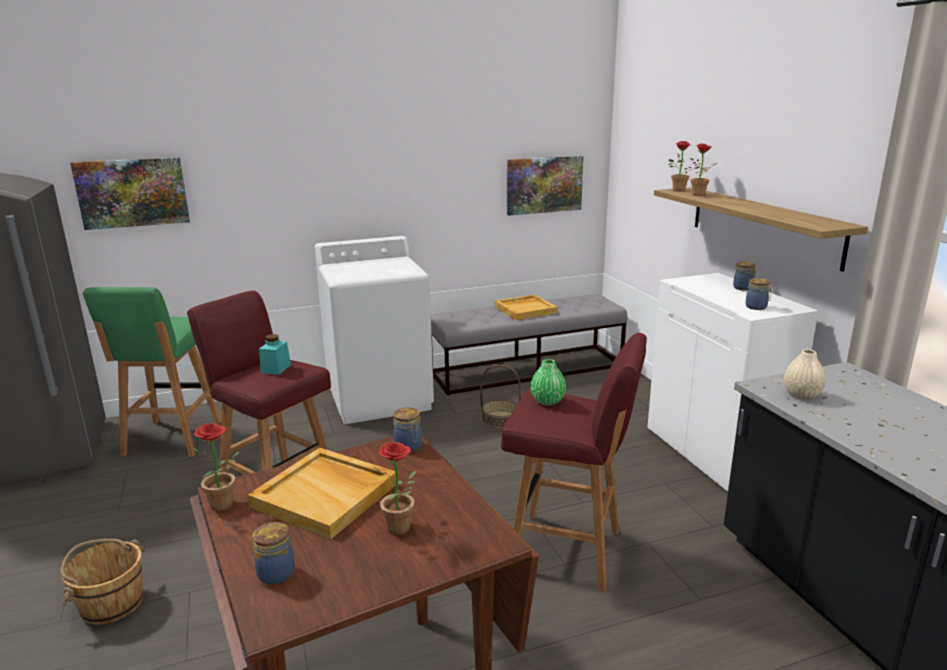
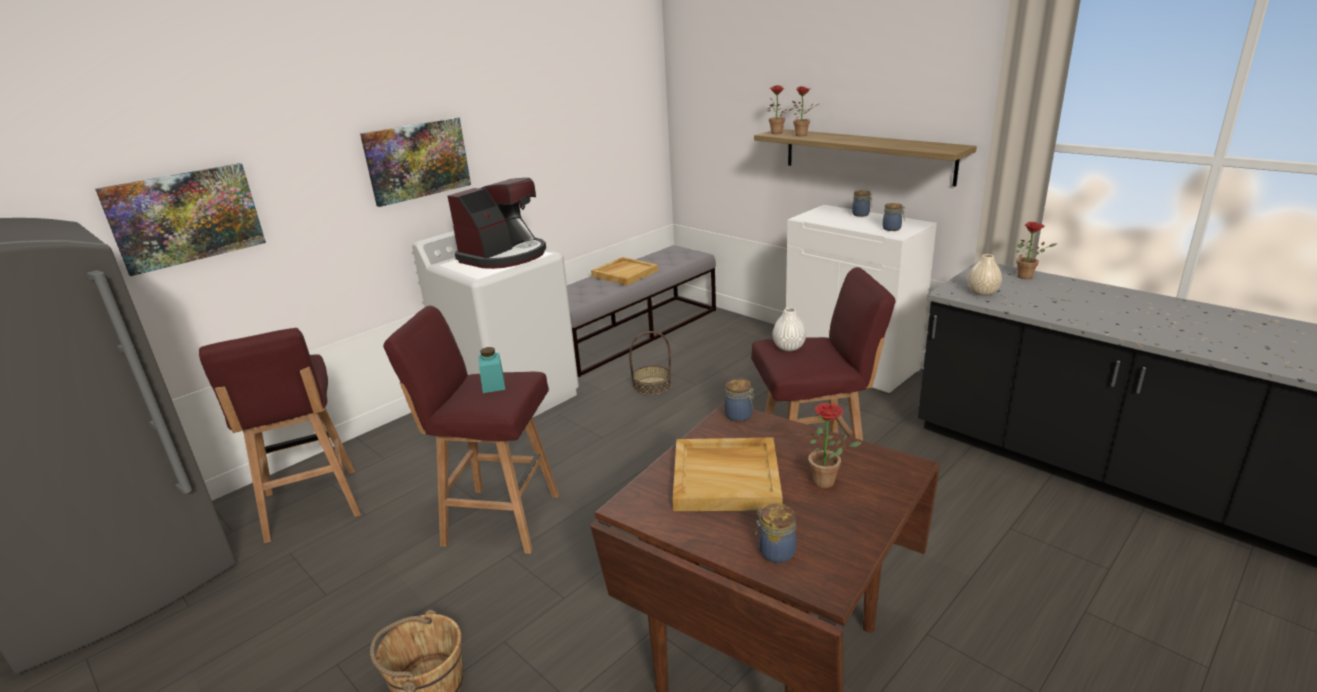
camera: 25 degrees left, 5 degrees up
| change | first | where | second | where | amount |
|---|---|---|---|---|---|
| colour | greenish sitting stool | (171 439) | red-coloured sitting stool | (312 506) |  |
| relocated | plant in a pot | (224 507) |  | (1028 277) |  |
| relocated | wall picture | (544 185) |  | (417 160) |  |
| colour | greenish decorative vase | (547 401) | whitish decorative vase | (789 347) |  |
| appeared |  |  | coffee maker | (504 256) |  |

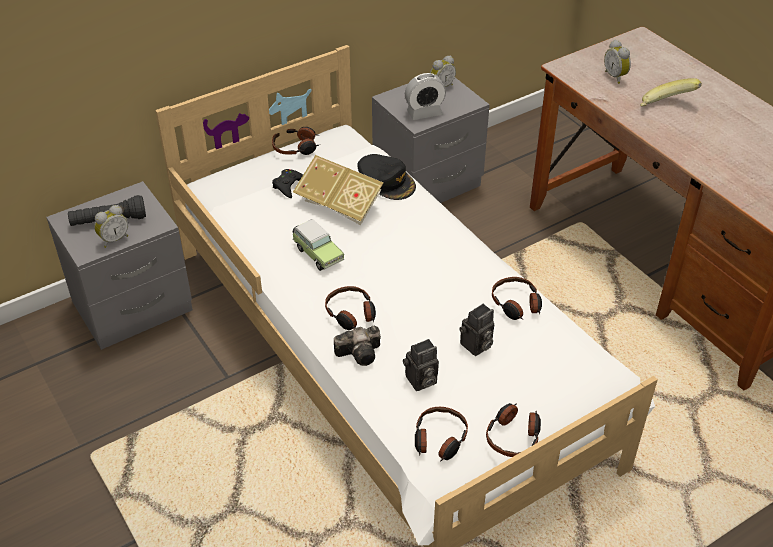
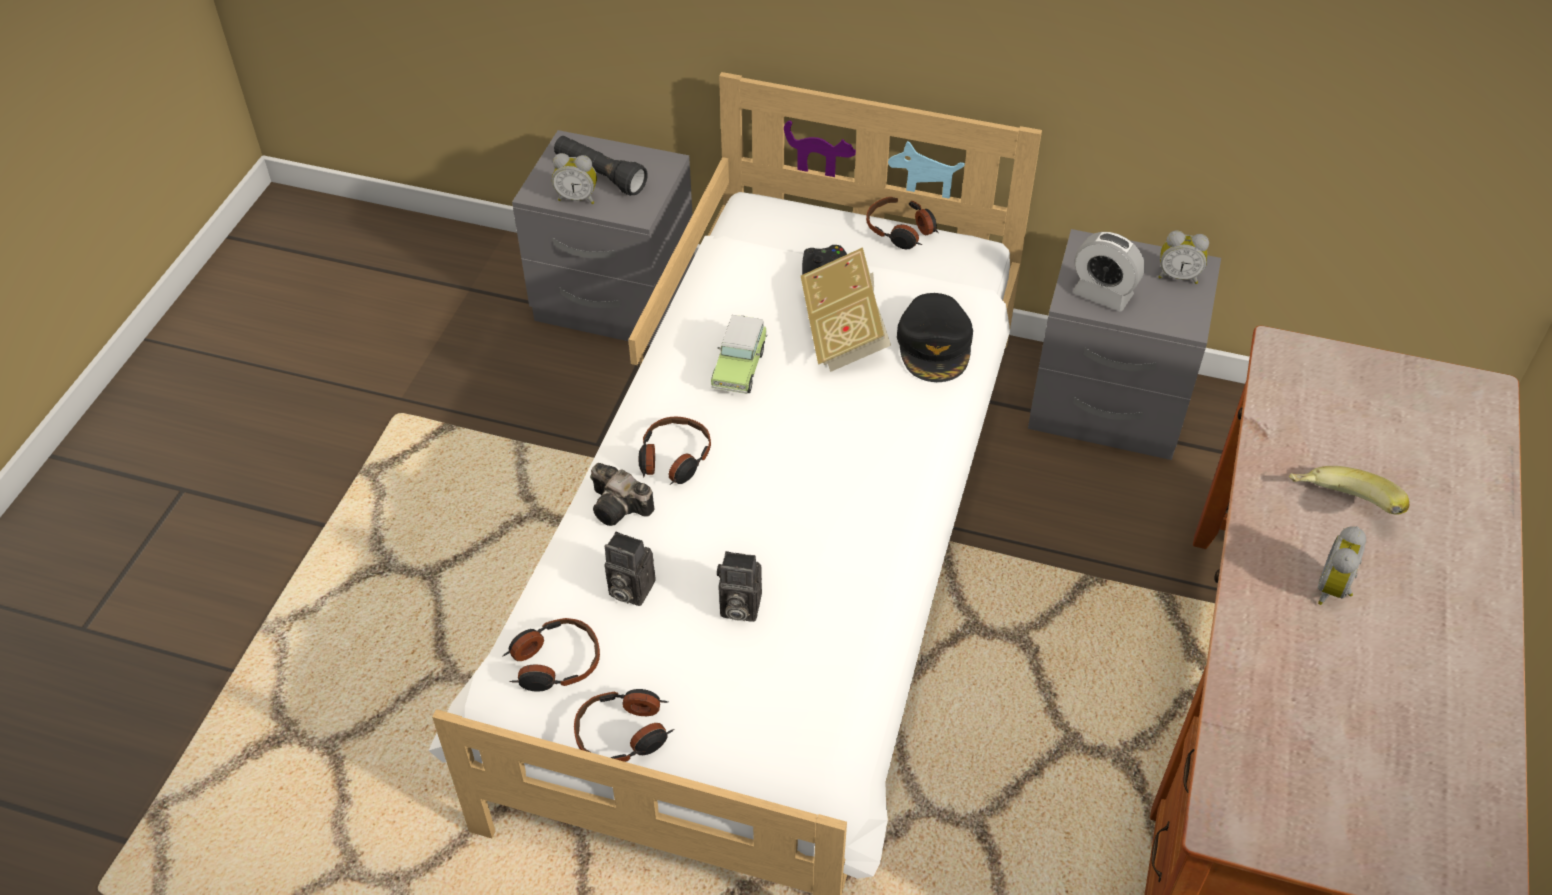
camera: 50 degrees right, 5 degrees up
| change | first | where | second | where | amount |
|---|---|---|---|---|---|
| missing | headphones | (516 304) |  |  |  |
| relocated | table clock | (616 76) |  | (1334 590) |  |

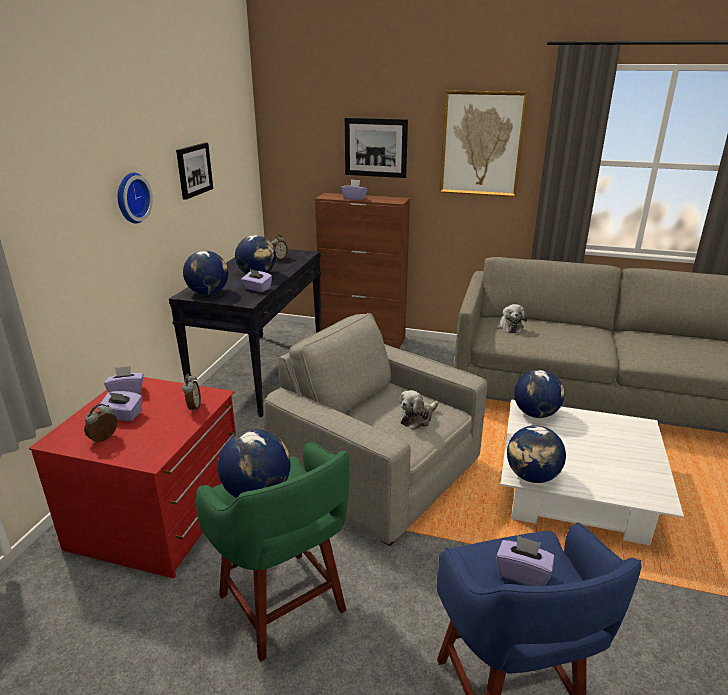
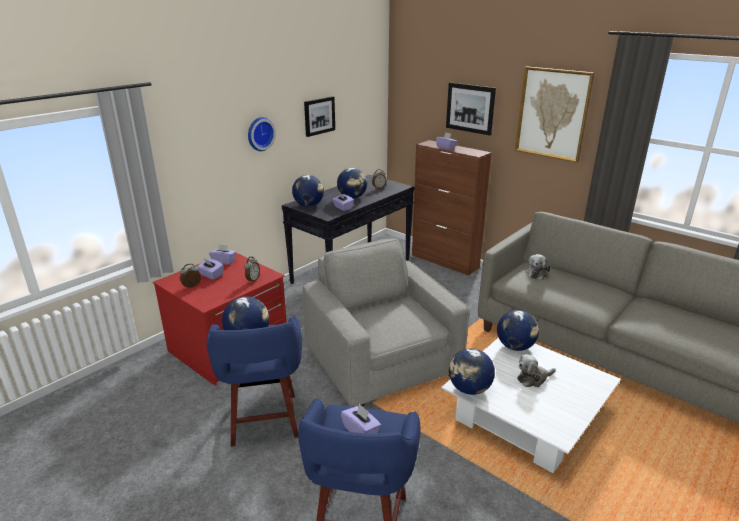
camera: 25 degrees right, 0 degrees up
| change | first | where | second | where | amount |
|---|---|---|---|---|---|
| colour | greenish sitting stool | (284 606) | bluish sitting stool | (264 422) |  |
| relocated | soft toy | (417 418) |  | (533 378) |  |

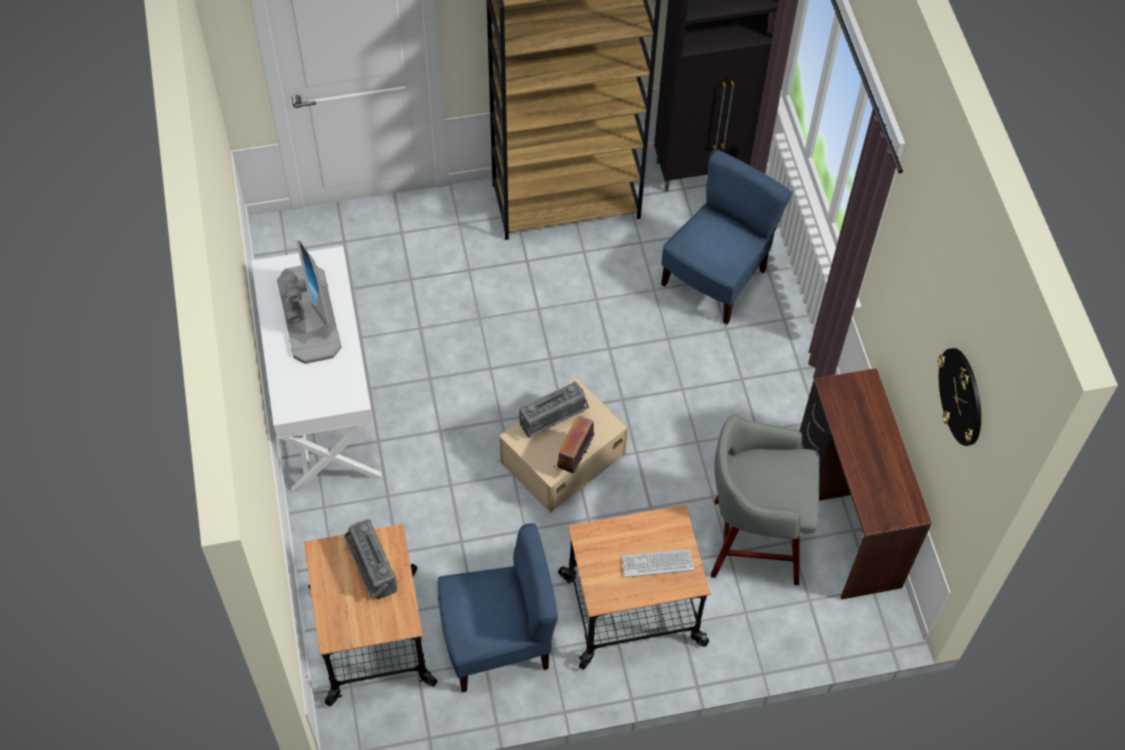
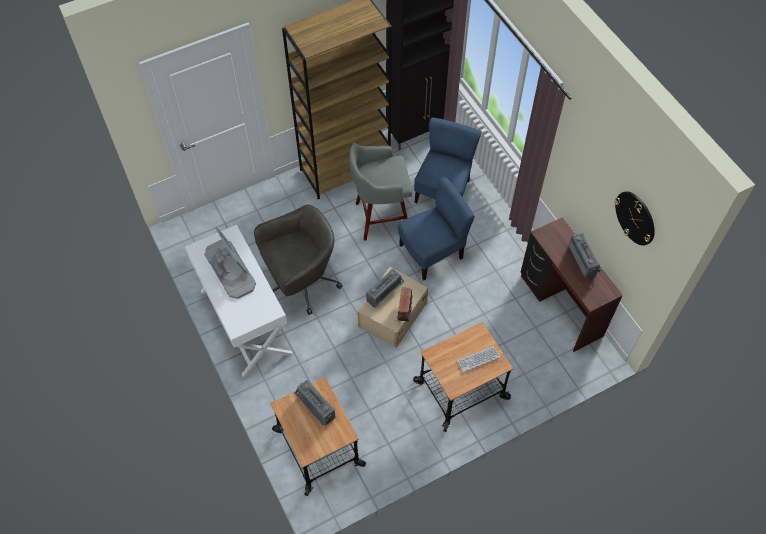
camera: 15 degrees left, 0 degrees up
| change | first | where | second | where | amount |
|---|---|---|---|---|---|
| relocated | bluish upright chair | (497 642) |  | (431 253) |  |
| relocated | greyish sitting stool | (751 541) |  | (380 218) |  |
| appeared |  |  | greyish office chair | (301 282) |  |
| appeared |  |  | radio receiver | (584 260) |  |

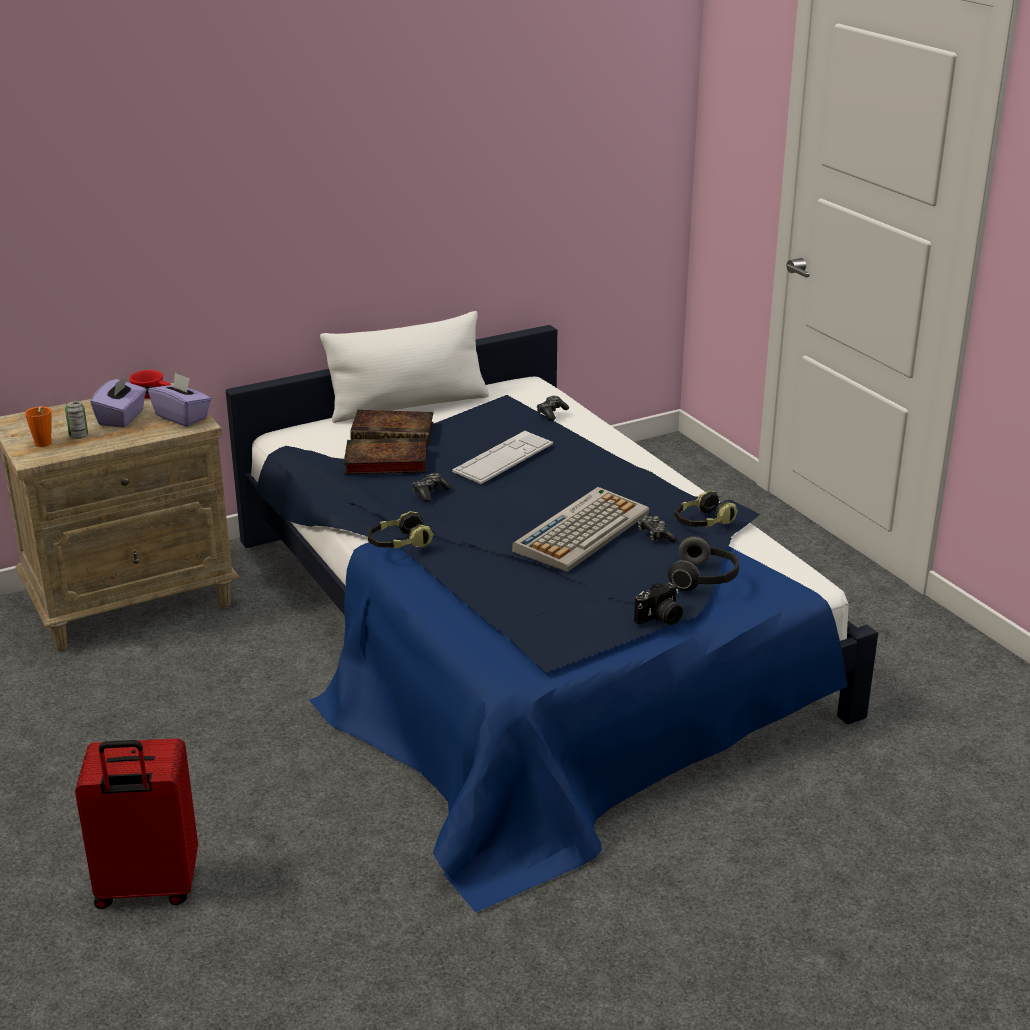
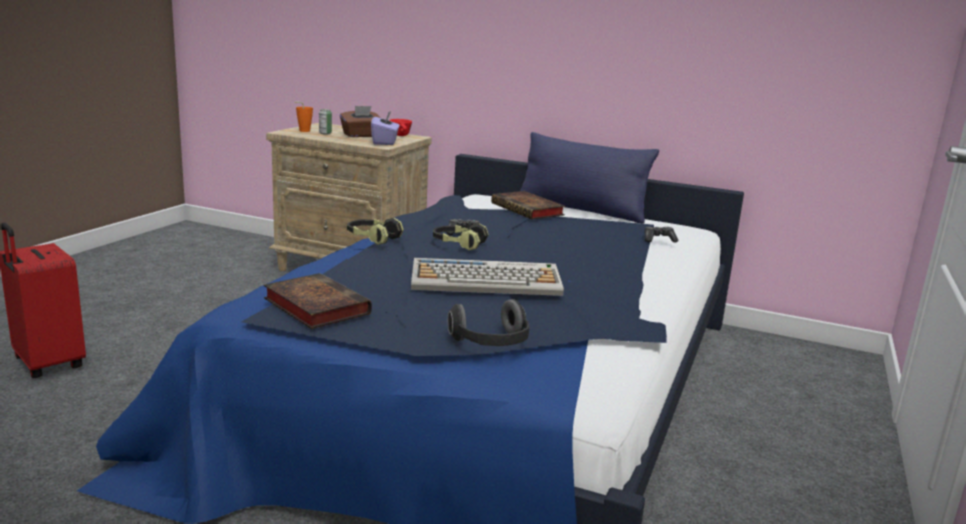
camera: 50 degrees right, 10 degrees down
| change | first | where | second | where | amount |
|---|---|---|---|---|---|
| colour | purple box of tissues | (122 418) | brownish box of tissues | (361 135) |  |
| colour | whitish cushion | (408 405) | bluish cushion | (581 210) |  |
| relocated | book | (384 462) |  | (314 306) |  |
| missing | keyboard | (503 458) |  |  |  |
| missing | photo camera | (660 619) |  |  |  |
| missing | game controller | (655 535) |  |  |  |
| relocated | headphones | (702 523) |  | (458 245) |  |

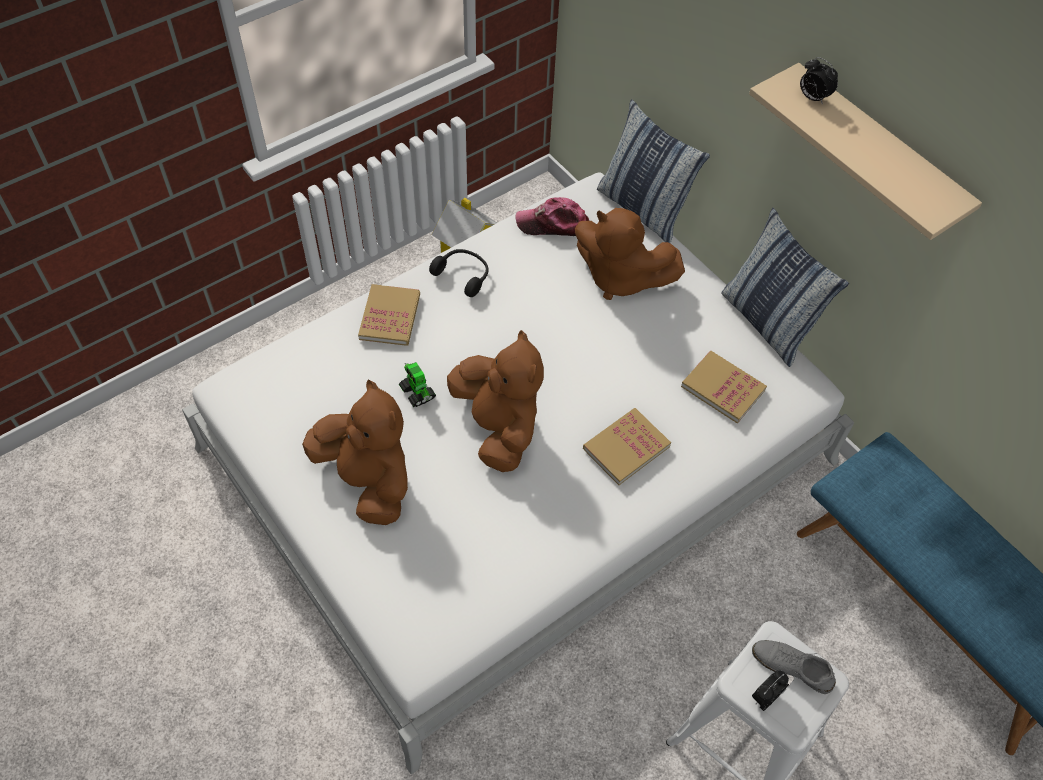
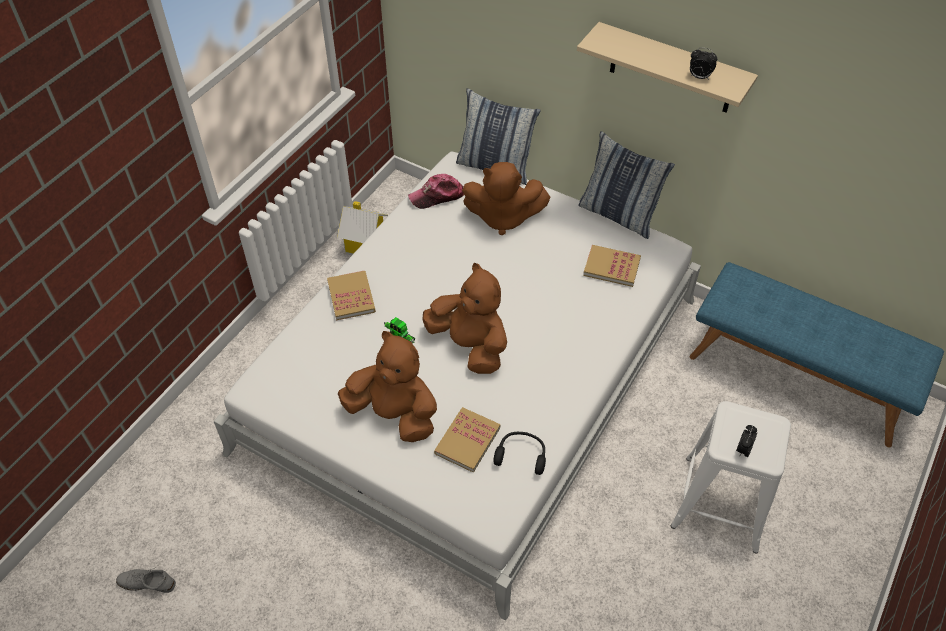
camera: 20 degrees left, 5 degrees down
| change | first | where | second | where | amount |
|---|---|---|---|---|---|
| relocated | black-coloured headphones | (463 275) |  | (521 455) |  |
| relocated | book | (626 448) |  | (467 441) |  |
| relocated | greyish shoe | (792 667) |  | (147 583) |  |
| relocated | table clock | (812 98) |  | (699 77) |  |

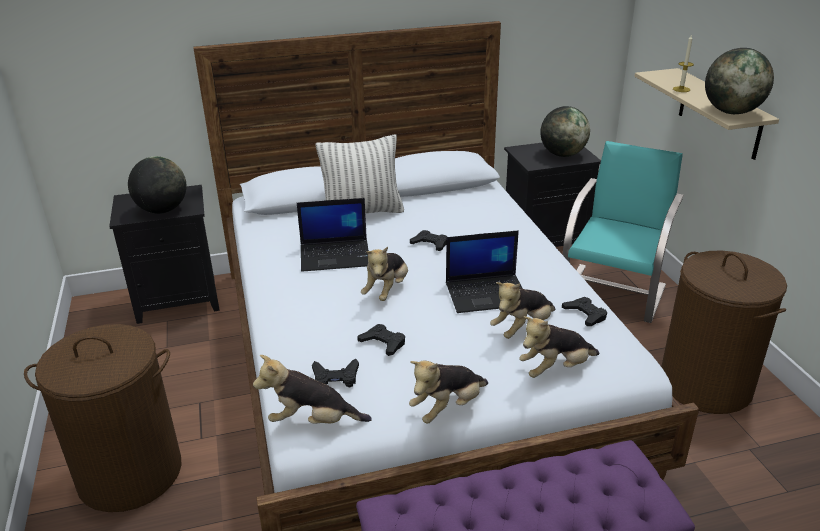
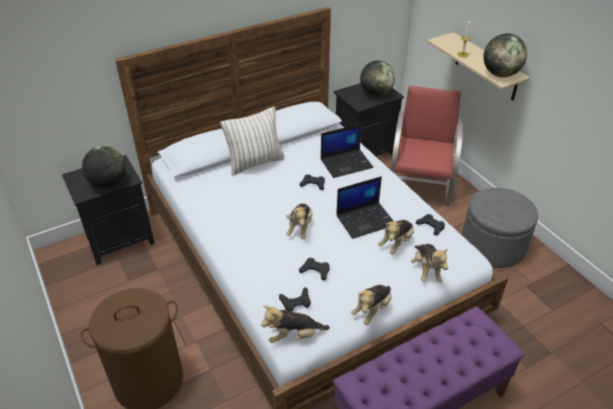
camera: 15 degrees left, 10 degrees up
| change | first | where | second | where | amount |
|---|---|---|---|---|---|
| relocated | portable computer | (336 255) |  | (346 163) |  |
| spun | soft toy | (556 369) |  | (426 270) | 60 degrees counterclockwise |
| colour | turquoise upright chair | (614 292) | red-coloured upright chair | (420 185) |  |
| exchanged | brownish washing basket | (706 384) | greyish pouffe | (492 246) |  |

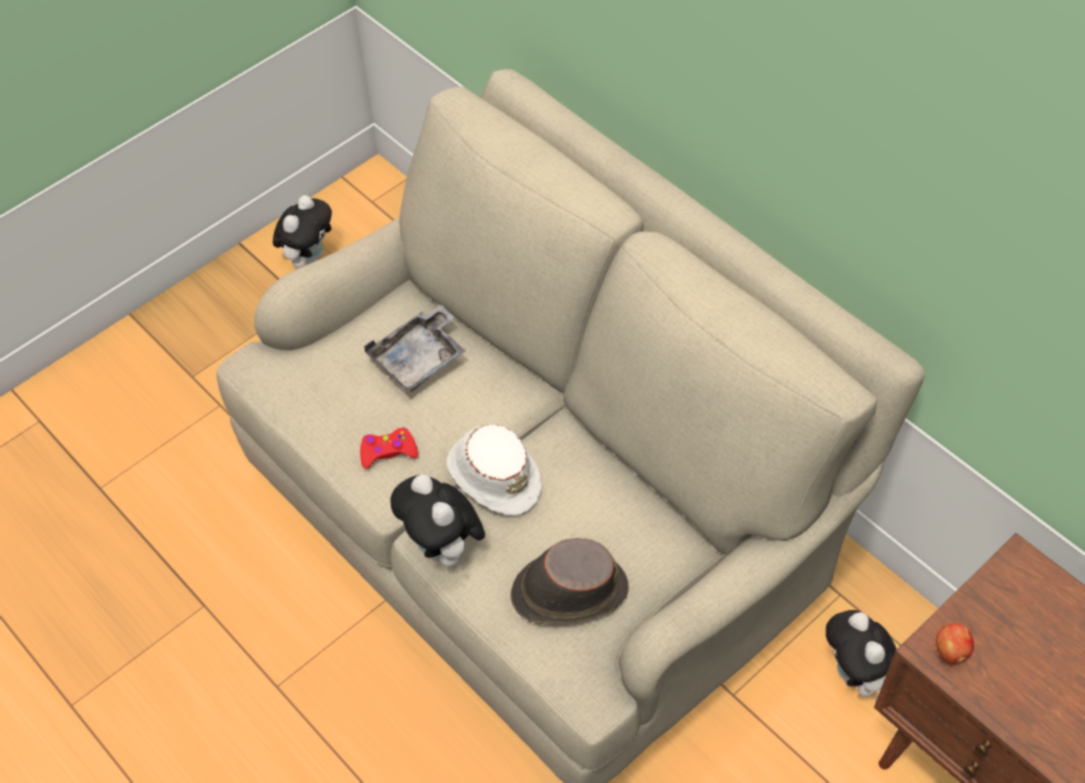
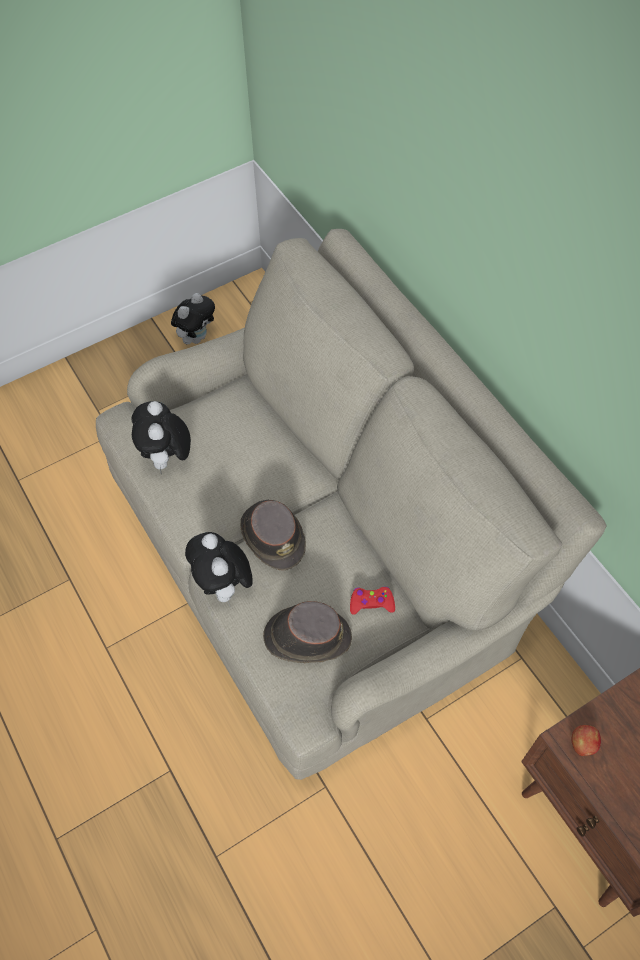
camera: 10 degrees right, 5 degrees up
| change | first | where | second | where | amount |
|---|---|---|---|---|---|
| relocated | red-coloured game controller | (388 452) |  | (371 603) |  |
| missing | greyish carrying tray | (419 359) |  |  |  |
| colour | whitish clothing hat | (494 475) | brownish clothing hat | (273 535) |  |
| relocated | soft toy | (857 677) |  | (167 458) |  |

